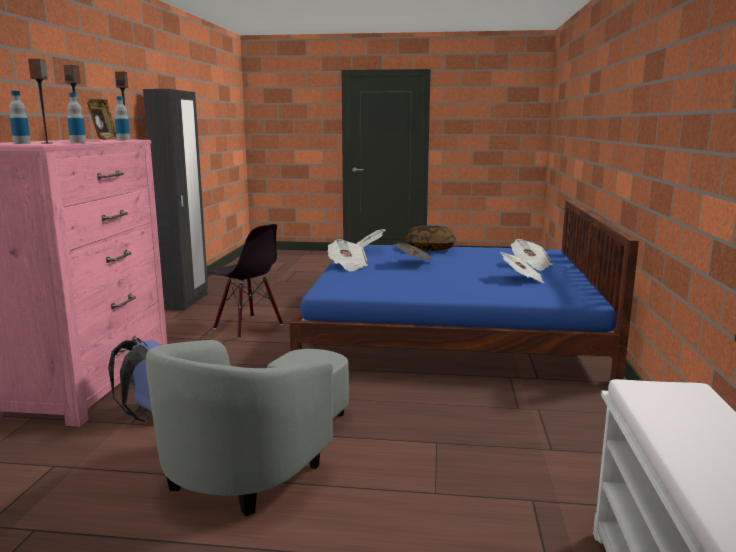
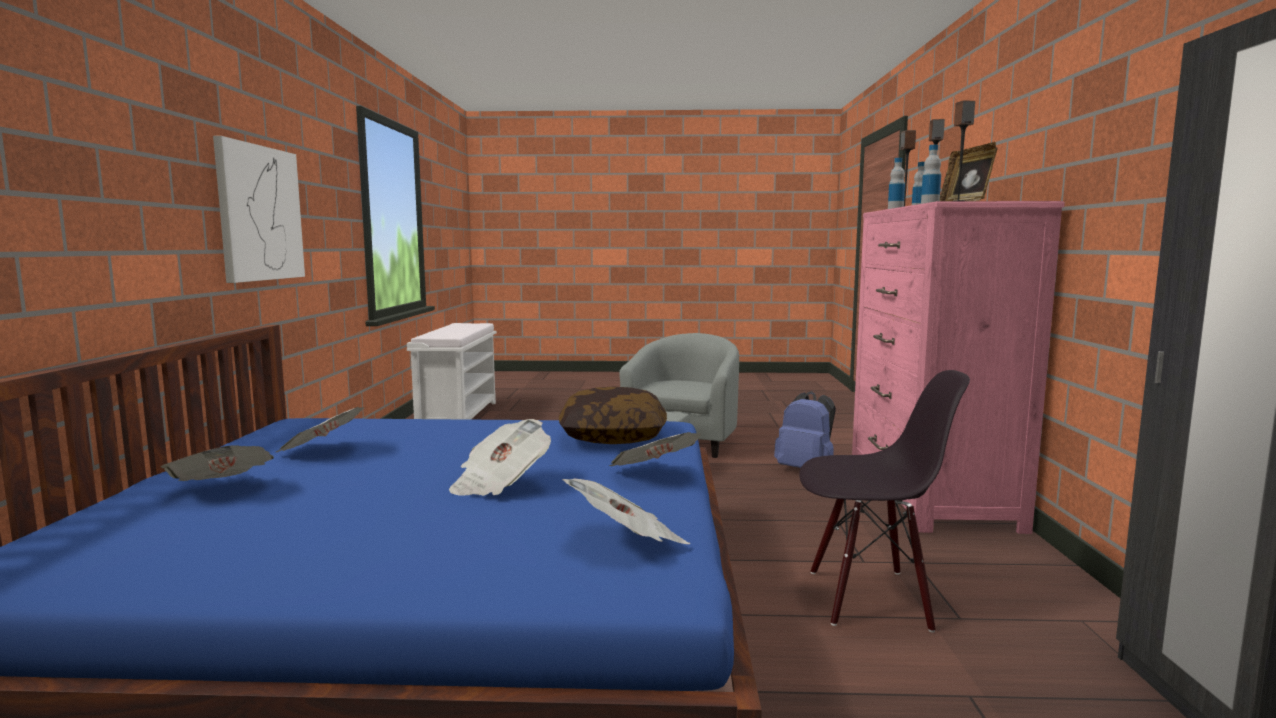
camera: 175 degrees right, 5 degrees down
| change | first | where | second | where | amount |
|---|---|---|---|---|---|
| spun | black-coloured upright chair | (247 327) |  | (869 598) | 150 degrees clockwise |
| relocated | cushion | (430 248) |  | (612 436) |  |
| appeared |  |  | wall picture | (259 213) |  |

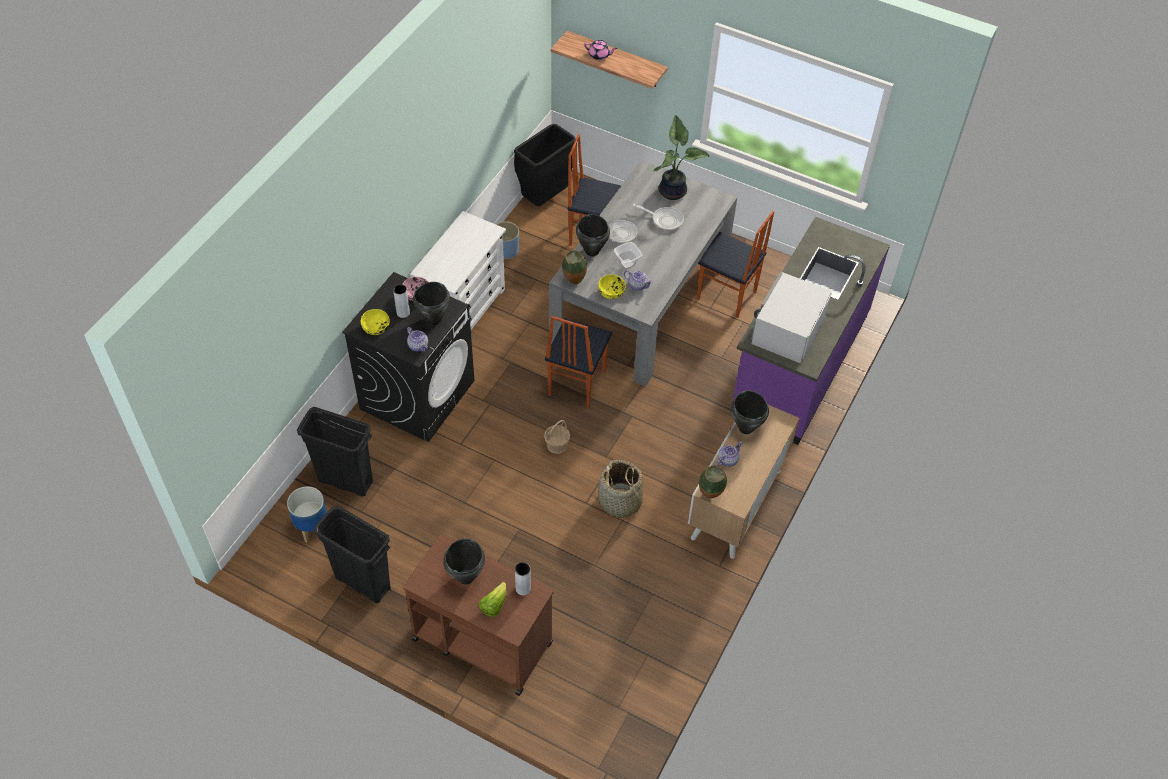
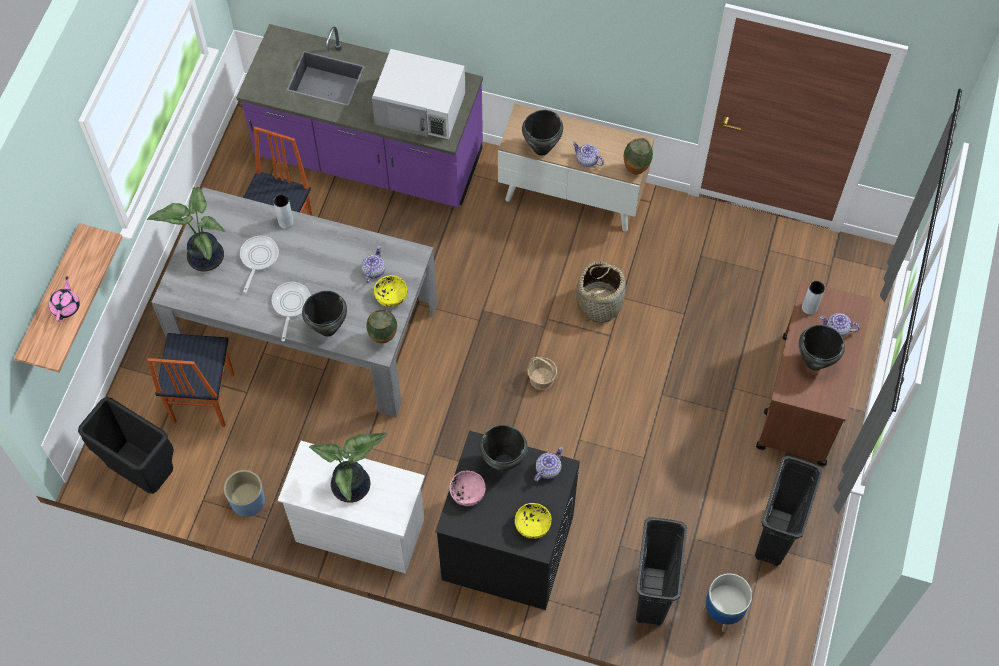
camera: 100 degrees left, 10 degrees up
| change | first | where | second | where | amount |
|---|---|---|---|---|---|
| relocated | greyish decorative vase | (403 313) |  | (286 222) |  |
| exchanged | head of lettuce | (494 605) | tea pot | (836 329) |  |
| missing | upright chair | (575 383) |  |  |  |
| missing | deep dish | (627 263) |  |  |  |
| appeared |  |  | plant in a pot | (353 487) |  |

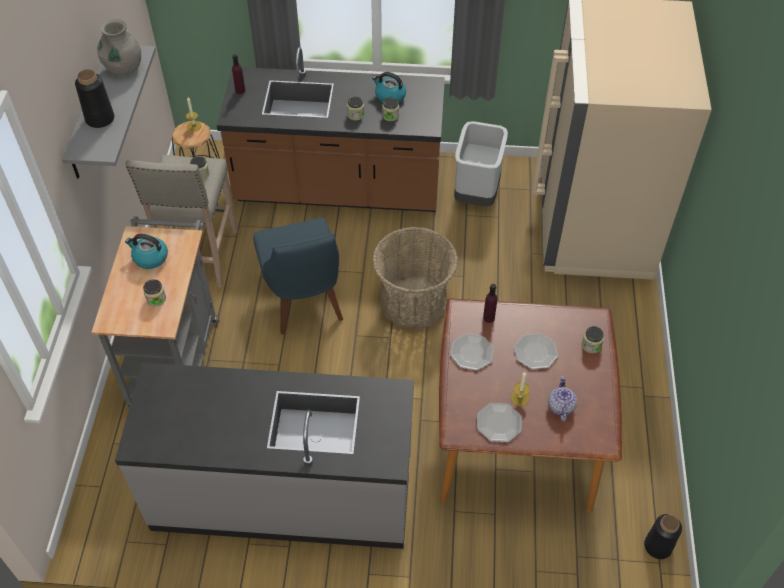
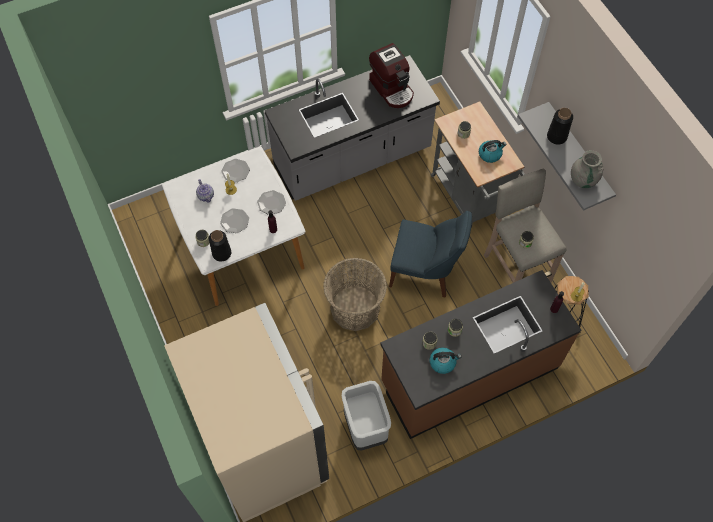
camera: 150 degrees right, 10 degrees up
| change | first | where | second | where | amount |
|---|---|---|---|---|---|
| spun | bluish upright chair | (304 301) |  | (425 272) | 150 degrees clockwise |
| colour | brownish dining table | (515 441) | whitish dining table | (242 248) |  |
| relocated | black-coloured decorative vase | (658 546) |  | (221 253) |  |
| appeared |  |  | coffee maker | (392 88) |  |

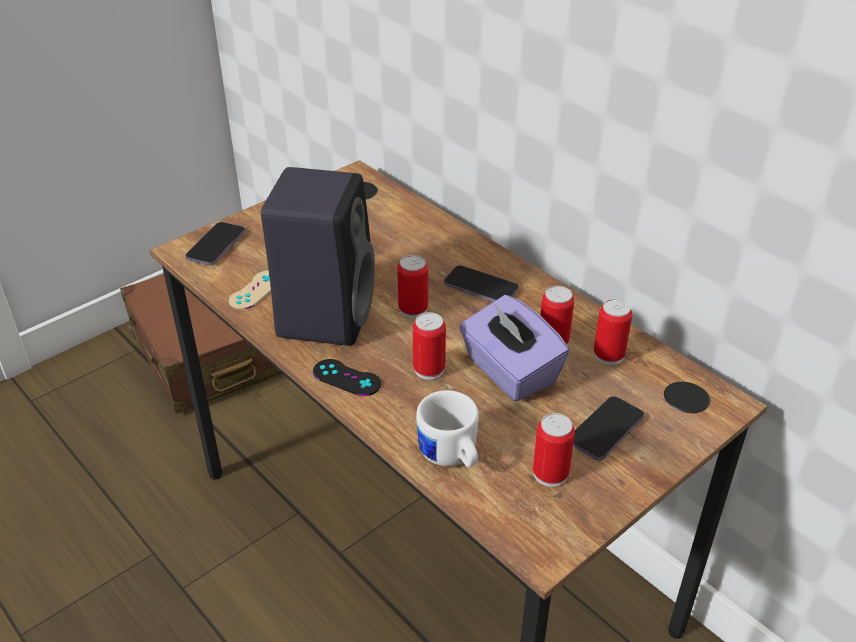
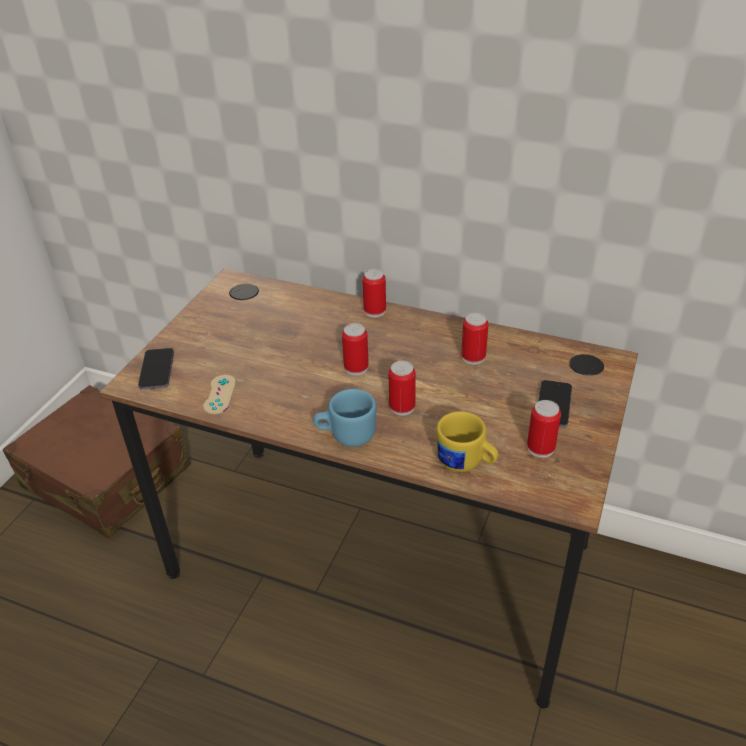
camera: 25 degrees left, 0 degrees up
| change | first | where | second | where | amount |
|---|---|---|---|---|---|
| missing | black-coloured audio speaker | (325 313) |  |  |  |
| exchanged | black-coloured game controller | (346 378) | bluish coffee mug | (346 435) |  |
| colour | whitish coffee mug | (450 457) | yellow-coloured coffee mug | (466 463) |  |
| missing | phone | (481 287) |  |  |  |
| missing | purple box of tissues | (509 371) |  |  |  |
| relocated | can | (608 355) |  | (375 311) |  |

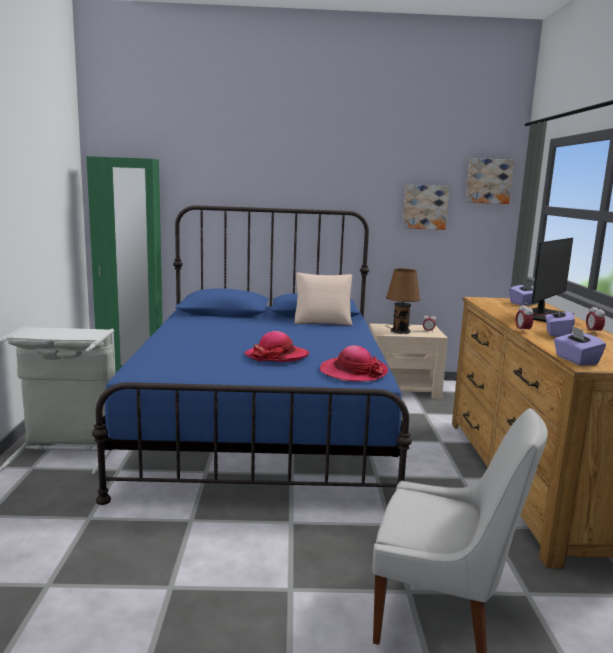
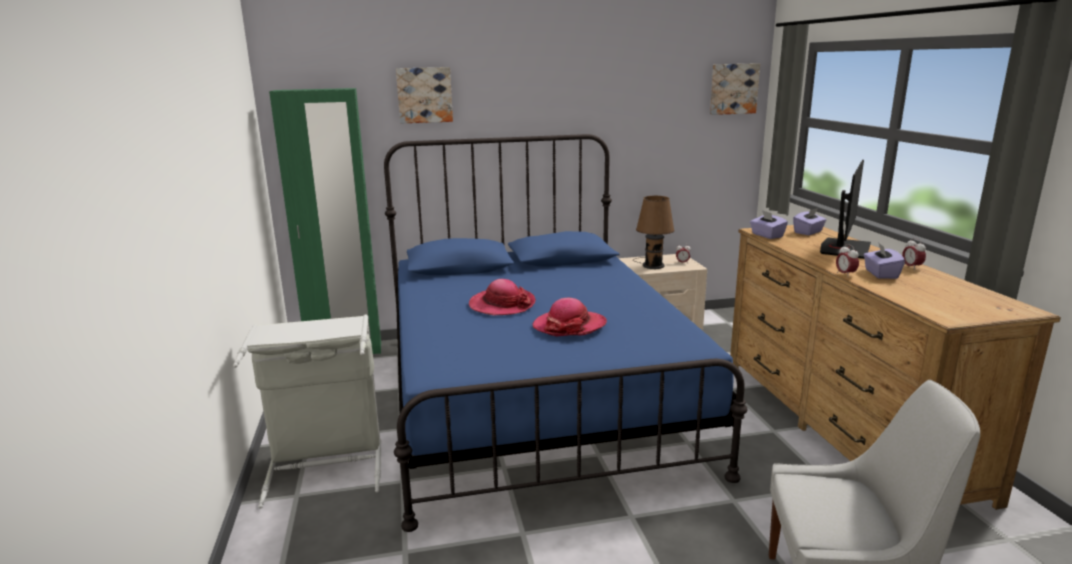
camera: 10 degrees left, 5 degrees up
| change | first | where | second | where | amount |
|---|---|---|---|---|---|
| missing | sand-coloured cushion | (322 321) |  |  |  |
| relocated | clothing hat | (353 372) |  | (502 305) |  |
| relocated | wall picture | (425 207) |  | (424 95) |  |
| relocated | purple box of tissues | (576 360) |  | (766 235) |  |

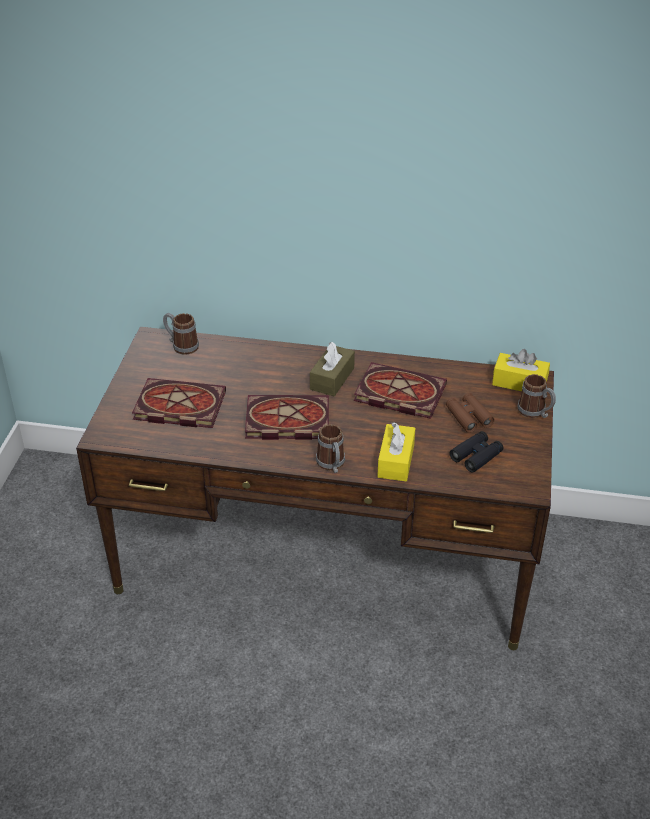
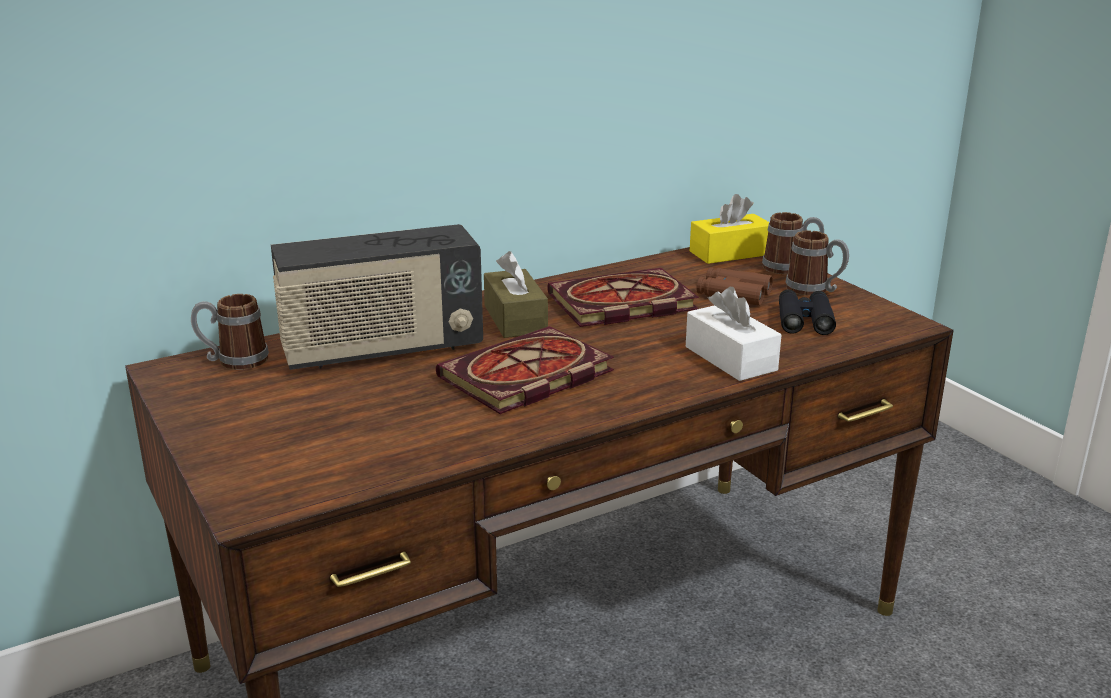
camera: 40 degrees left, 15 degrees down
| change | first | where | second | where | amount |
|---|---|---|---|---|---|
| missing | book | (177 407) |  |  |  |
| relocated | coffee mug | (332 465) |  | (814 290) |  |
| colour | yellow-coloured box of tissues | (396 461) | whitish box of tissues | (730 358) |  |
| appeared |  |  | radio receiver | (381 350) |  |

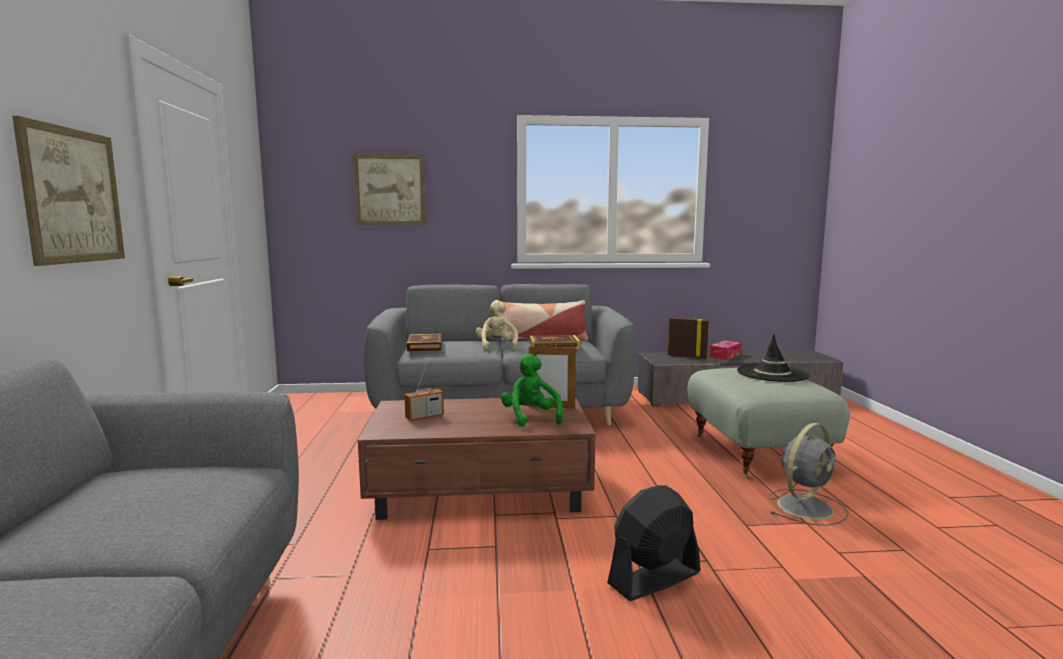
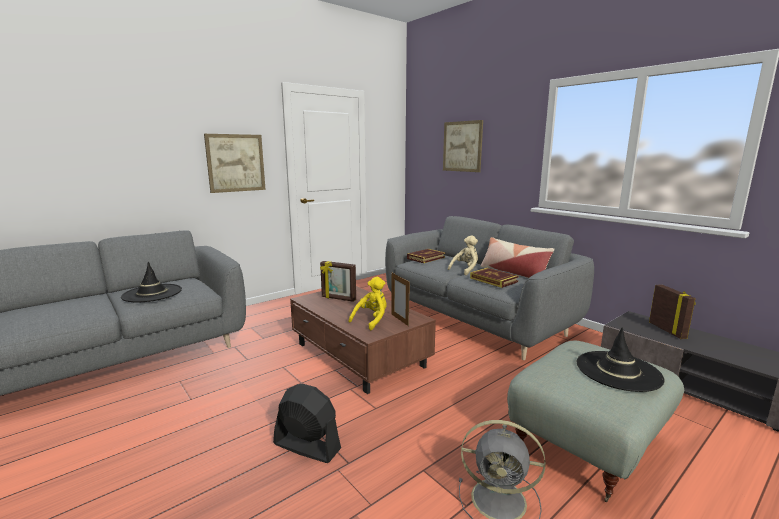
camera: 55 degrees right, 5 degrees up
| change | first | where | second | where | amount |
|---|---|---|---|---|---|
| exchanged | radio receiver | (424 417) | standing frame | (338 299) |  |
| colour | greenish soft toy | (530 418) | yellow-coloured soft toy | (371 320) |  |
| missing | box of tissues | (725 355) |  |  |  |
| appeared |  |  | black-coloured clothing hat | (152 293) |  |

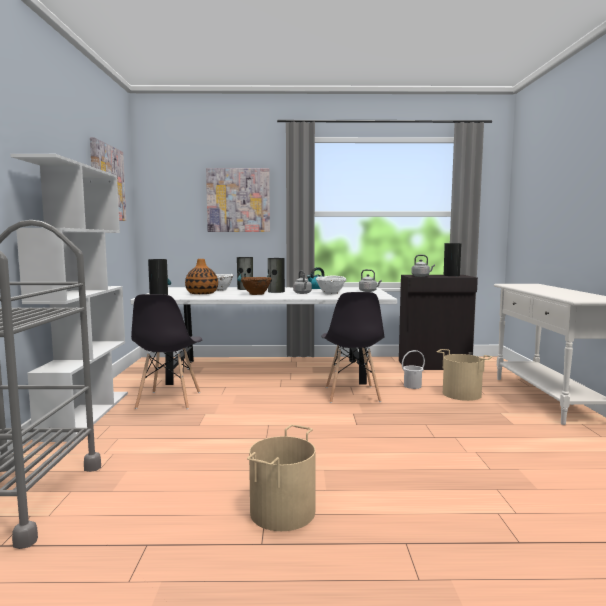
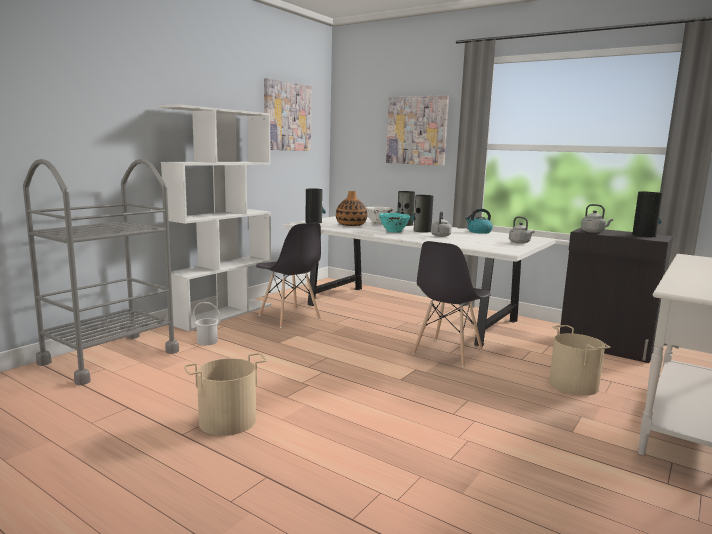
camera: 35 degrees right, 5 degrees up
| change | first | where | second | where | amount |
|---|---|---|---|---|---|
| spun | greyish upright chair | (168 400) |  | (289 318) | 75 degrees counterclockwise |
| colour | brownish deep dish | (256 294) | turquoise deep dish | (393 231) |  |
| missing | whitish deep dish | (330 293) |  |  |  |
| relocated | whitish water bucket | (412 386) |  | (207 341) |  |

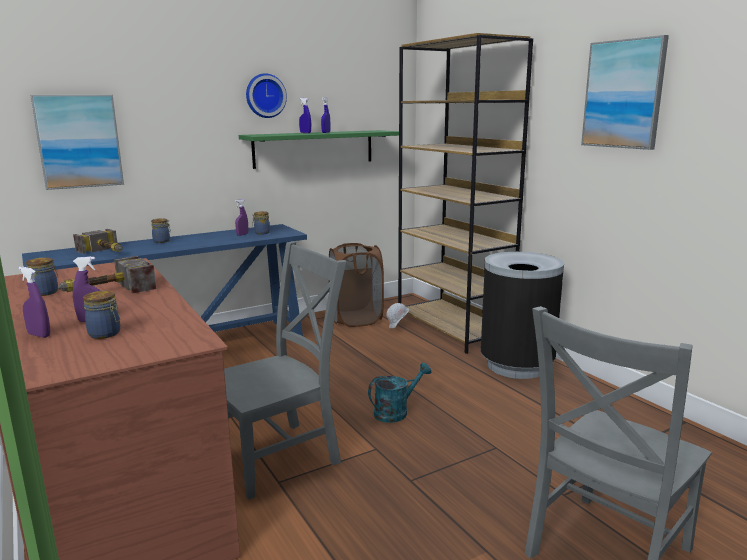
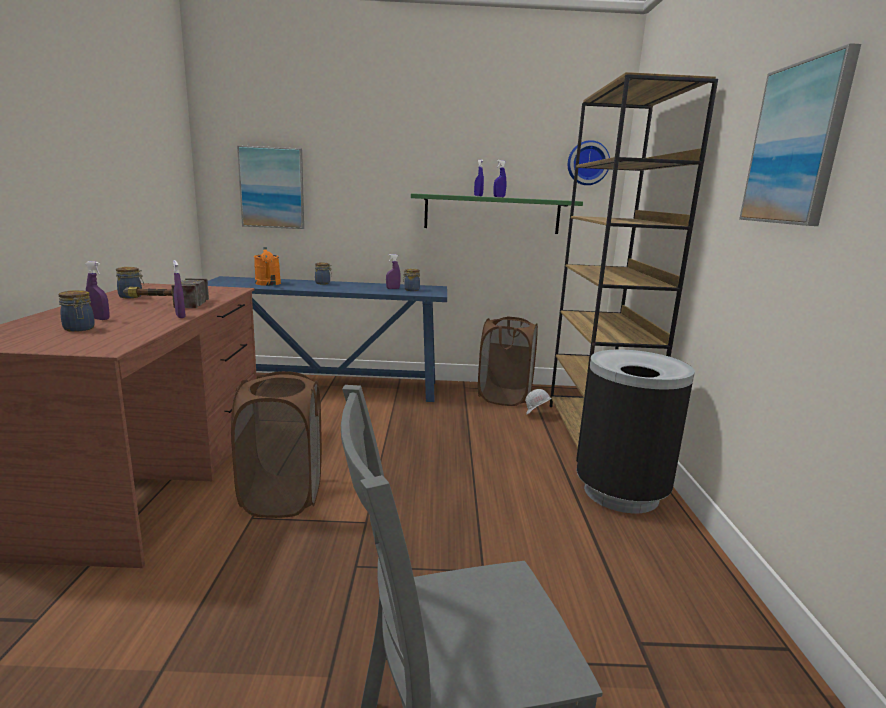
camera: 30 degrees right, 0 degrees up
| change | first | where | second | where | amount |
|---|---|---|---|---|---|
| relocated | purple hand sprayer | (39 335) |  | (180 316) |  |
| exchanged | tool hammer | (107 252) | orangey watering pot | (268 284) |  |
| exchanged | greyish upright chair | (281 456) | brownish washing basket | (282 496) |  |
| relocated | clock on the wall | (265 96) |  | (587 163) |  |
| missing | turquoise watering pot | (396 412) |  |  |  |

